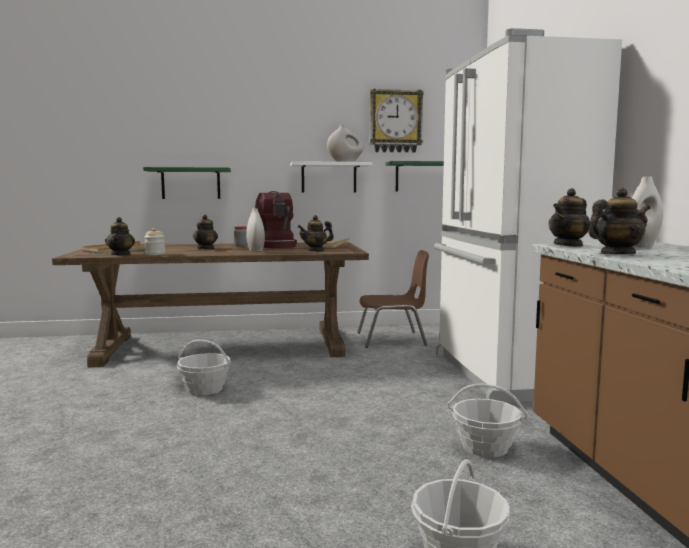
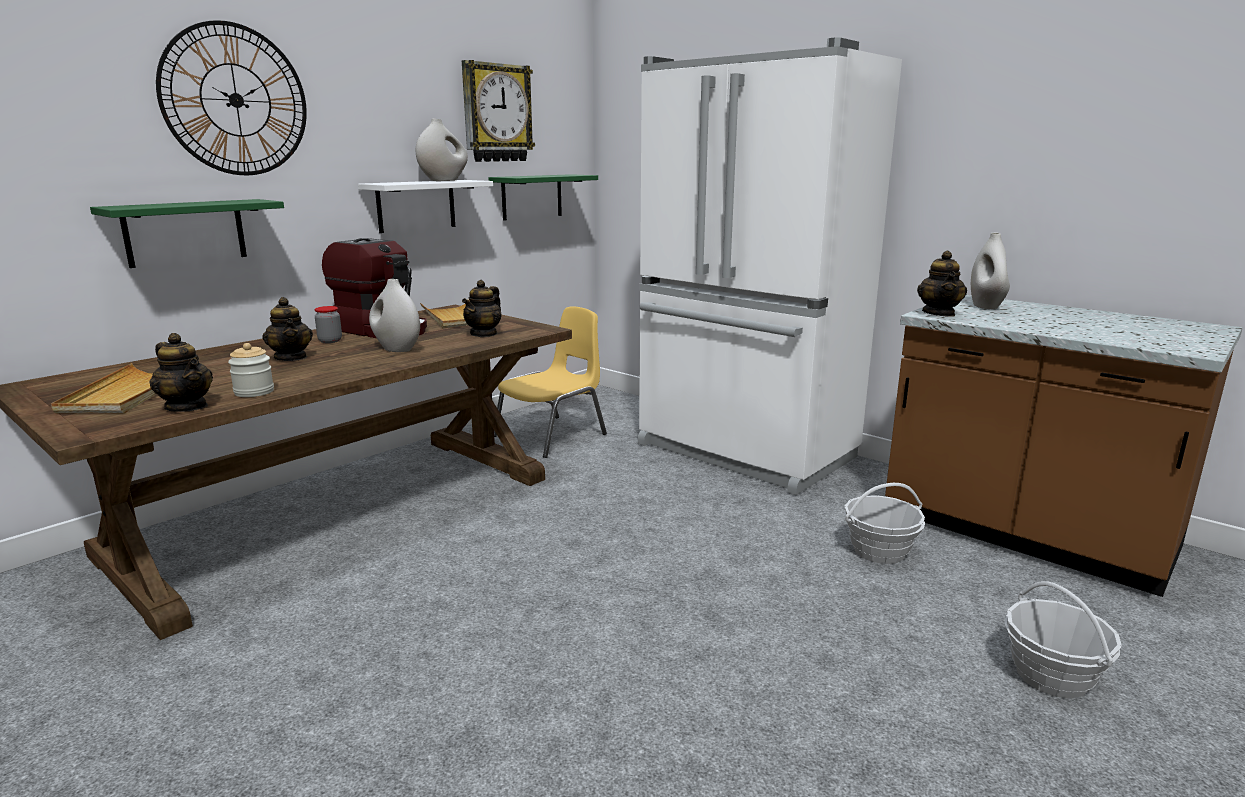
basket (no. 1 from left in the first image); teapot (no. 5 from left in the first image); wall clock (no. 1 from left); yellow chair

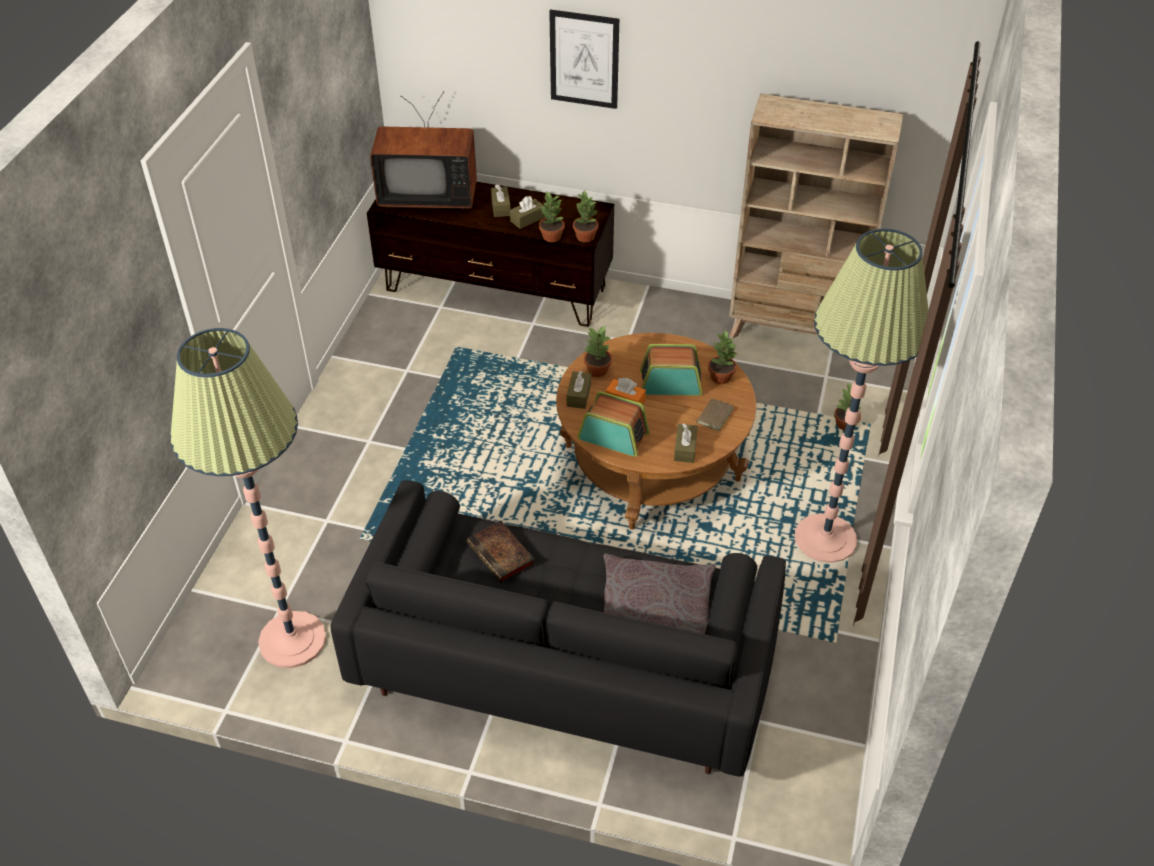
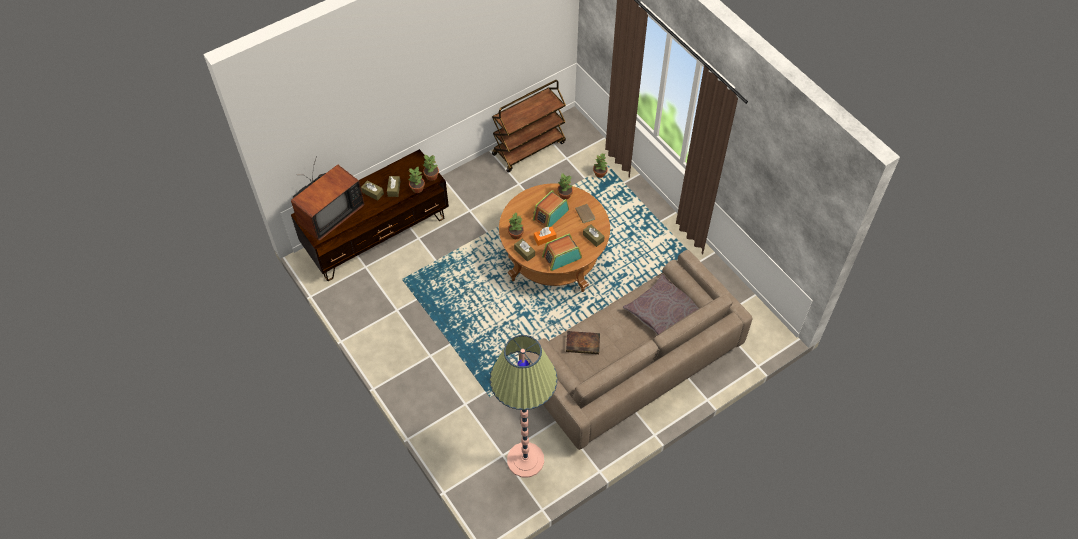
picture; floor lamp (no. 2 from left in the first image); brown cart; beige sofa

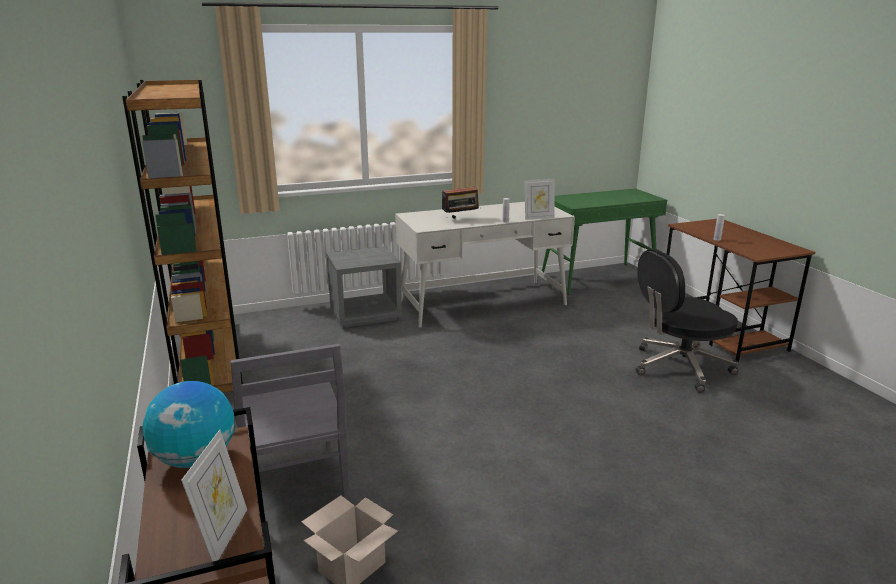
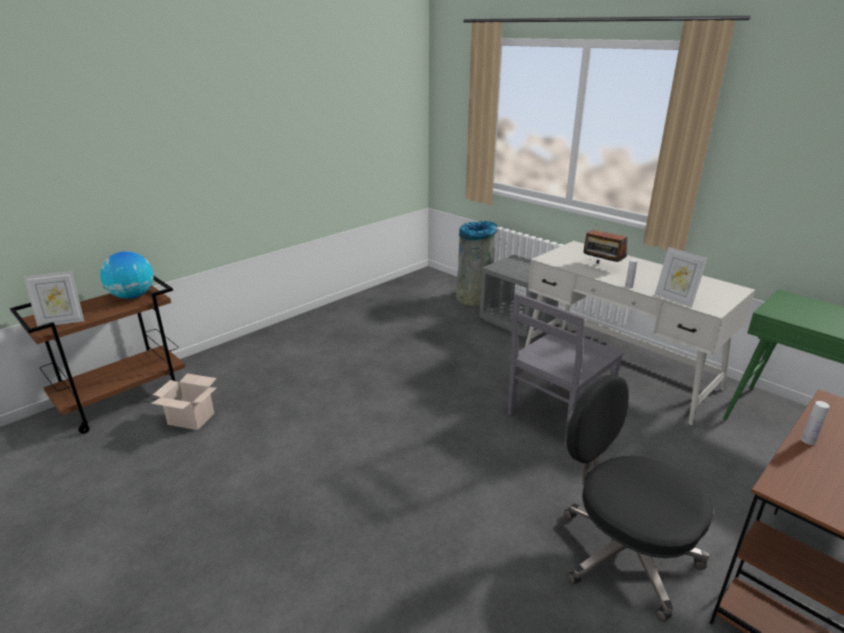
brown bookcase; grey trash can; grey chair

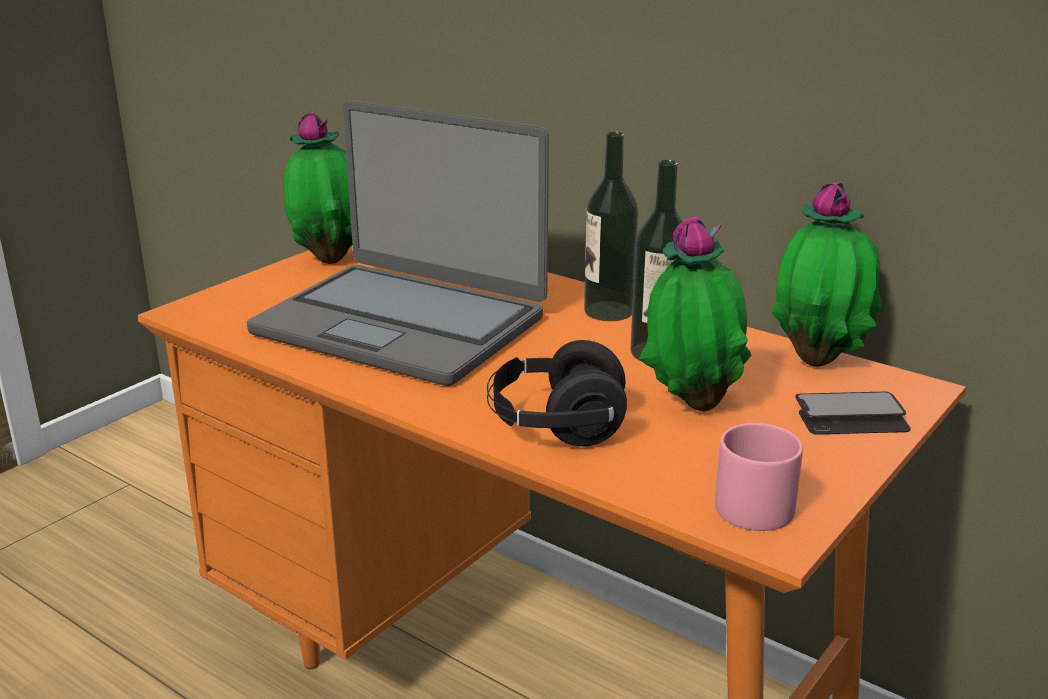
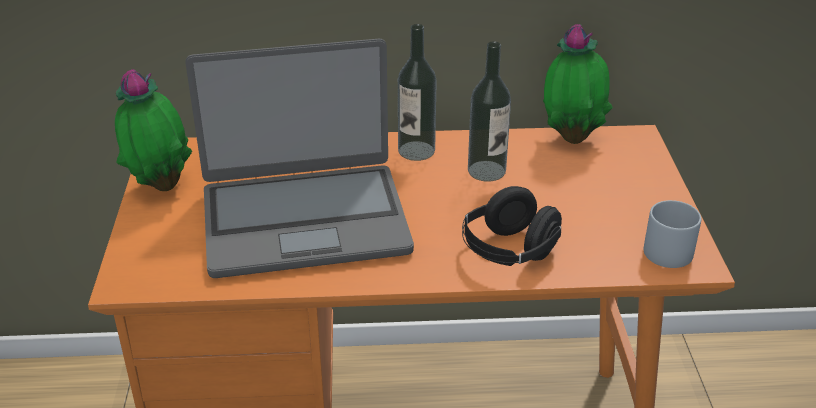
potted plant (no. 2 from left in the first image); phone; grey mug

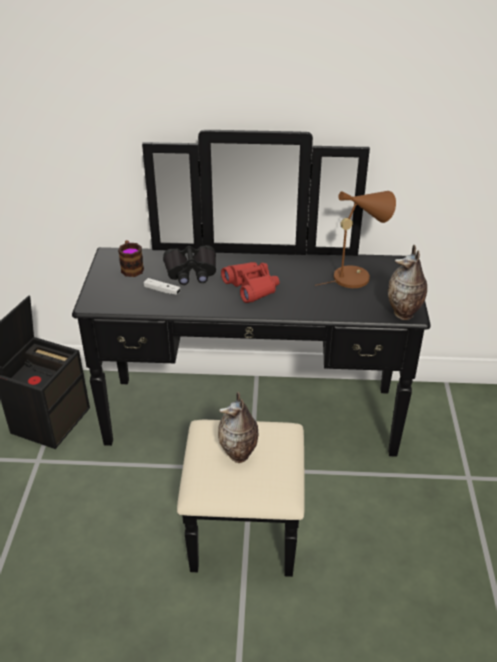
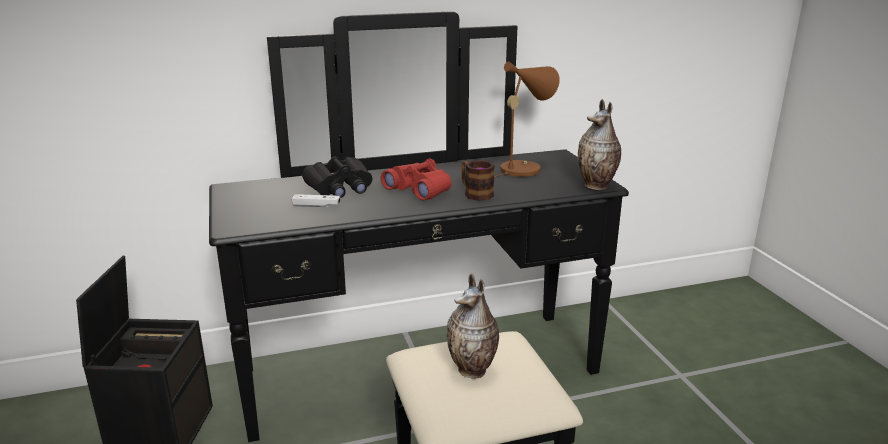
mug

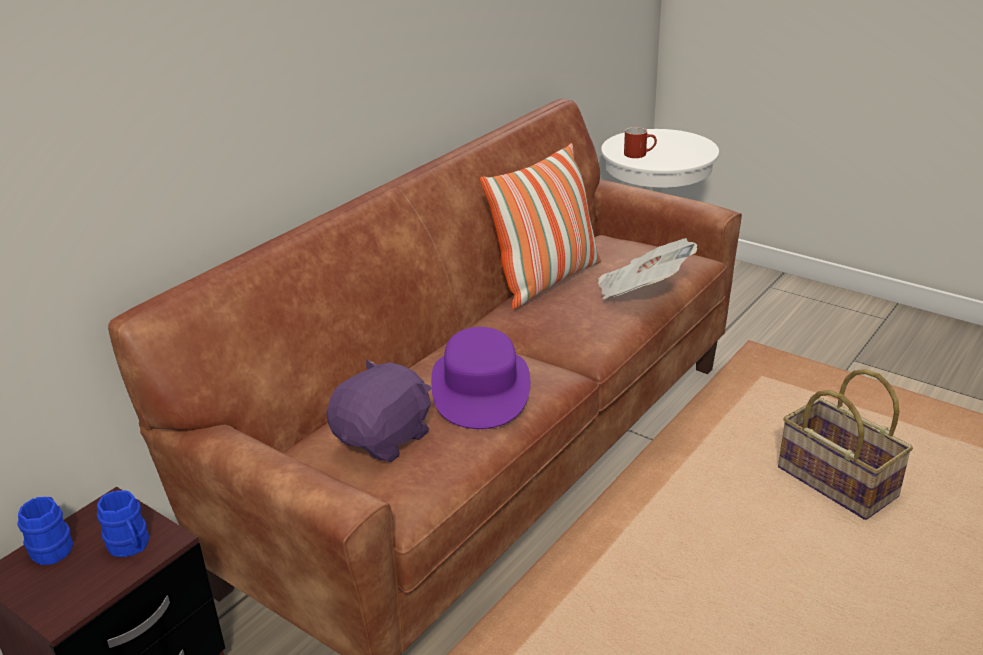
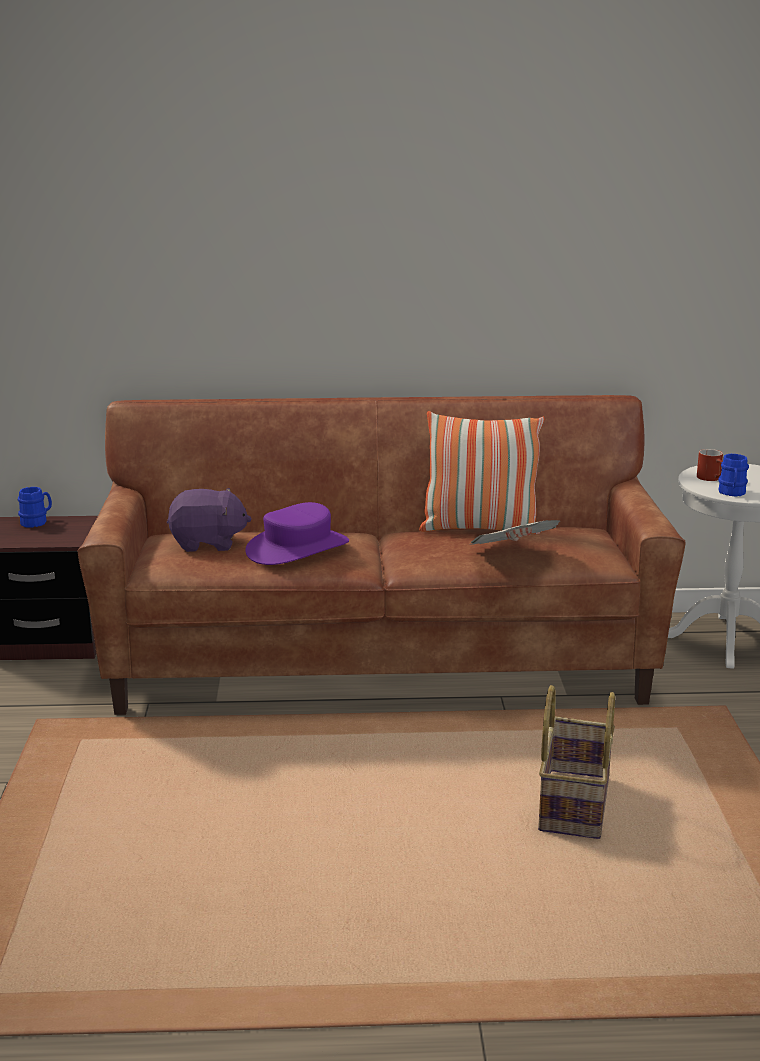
blue mug (no. 2 from left)

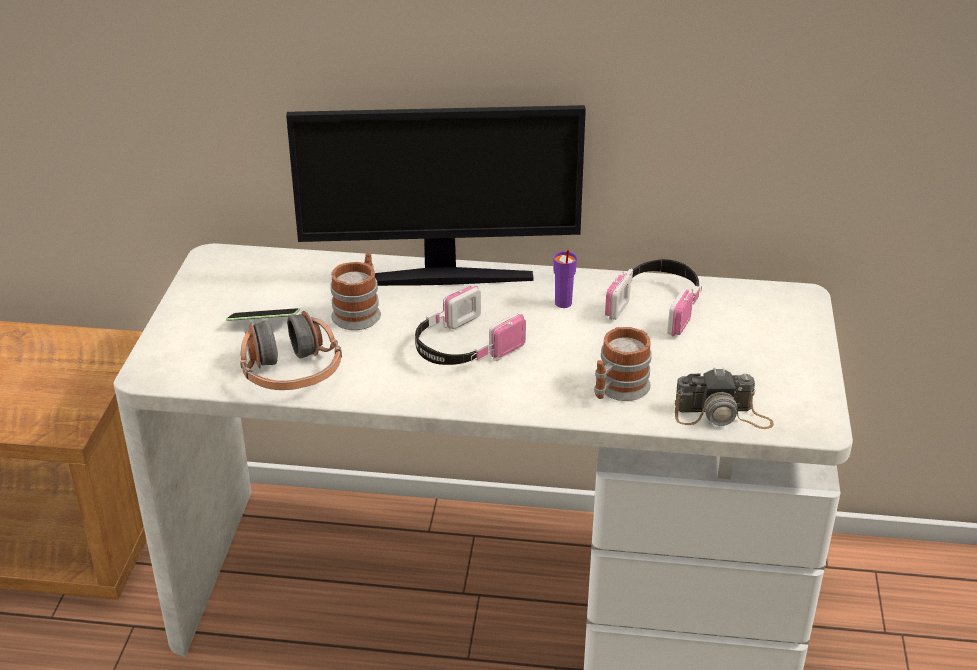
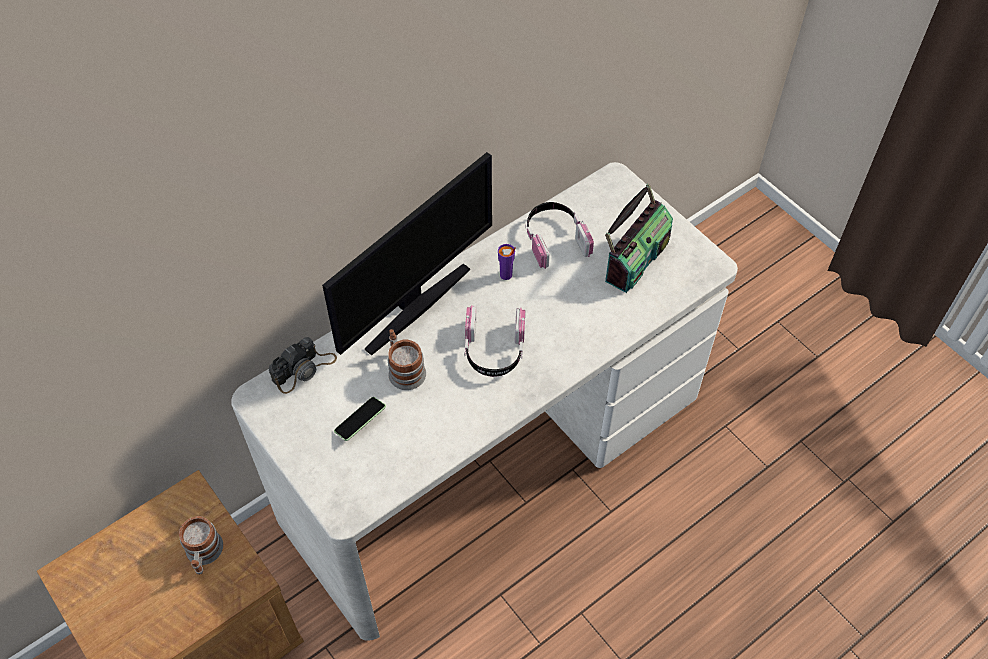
headphones (no. 1 from left in the first image); radio; mug (no. 1 from left); photo camera

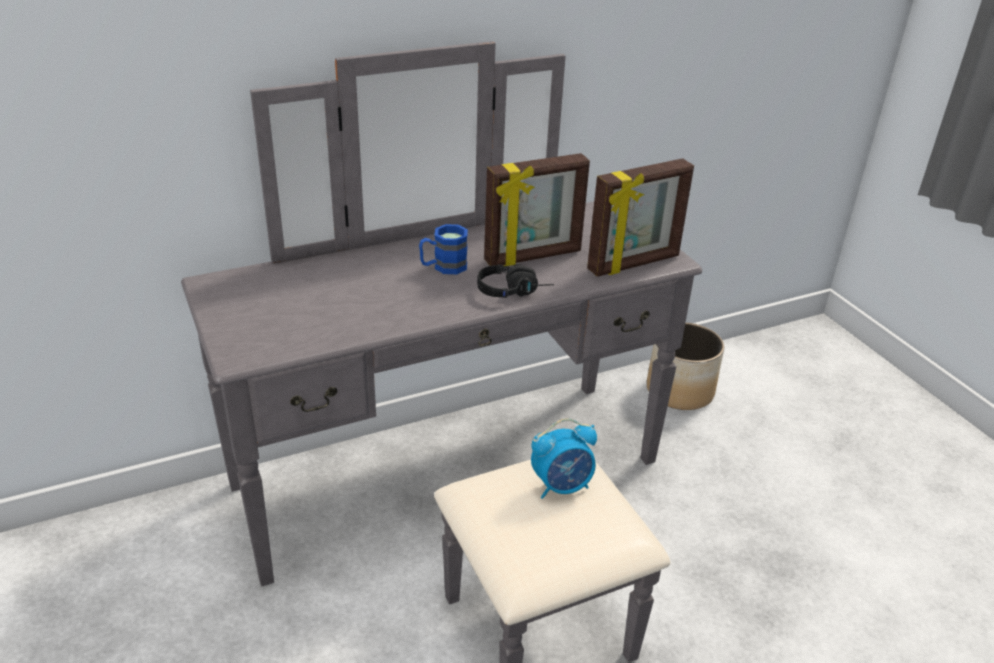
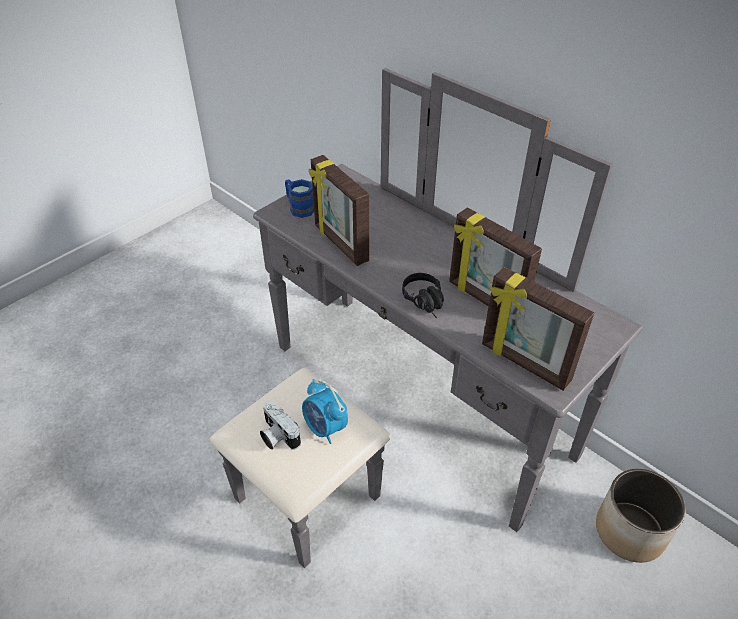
photo camera; picture frame (no. 1 from left); blue mug

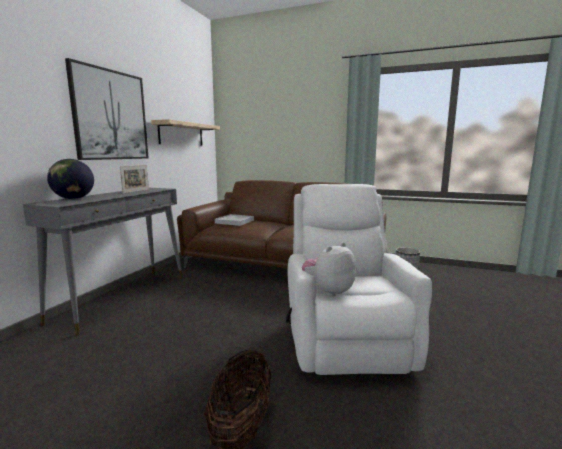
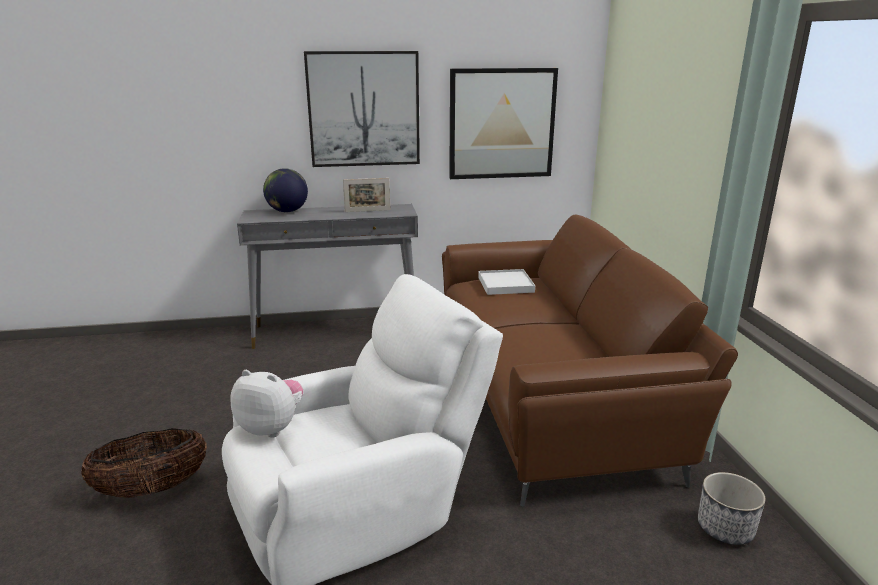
picture (no. 2 from left)

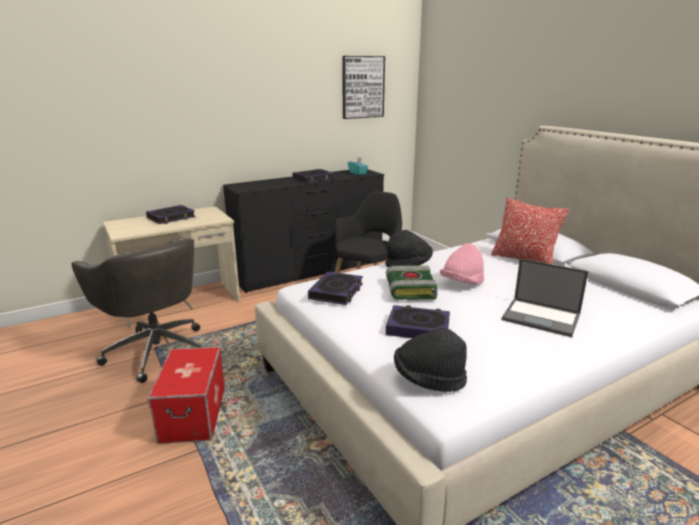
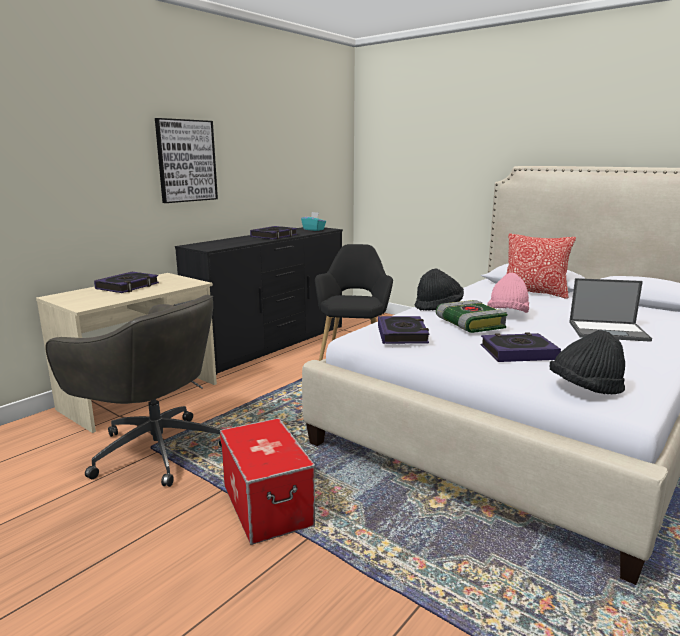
picture

